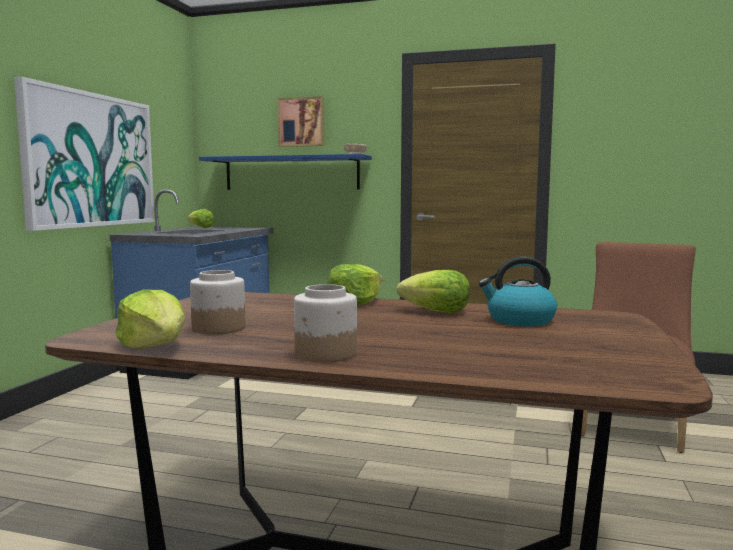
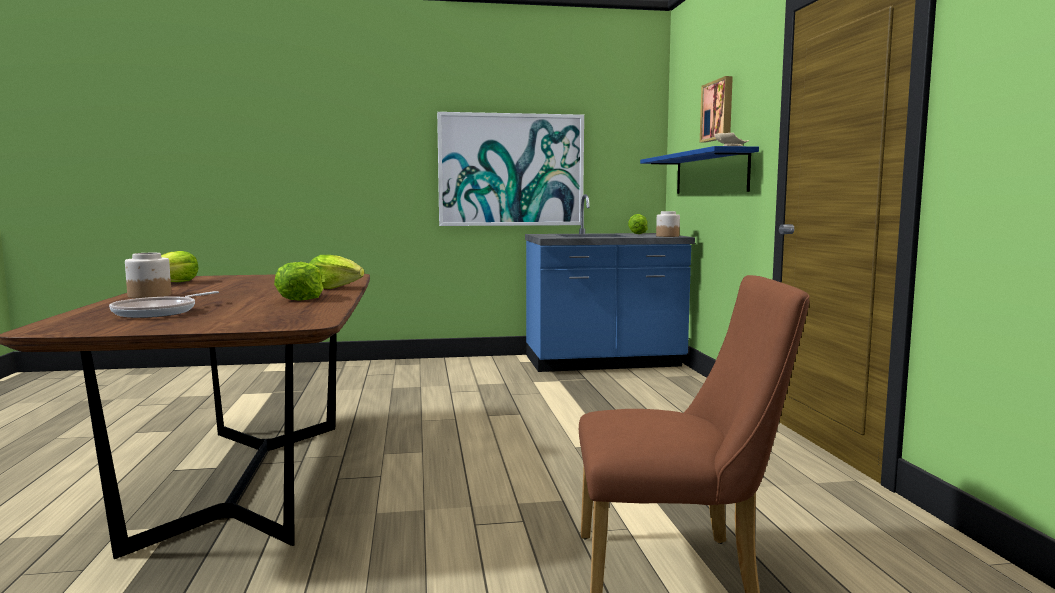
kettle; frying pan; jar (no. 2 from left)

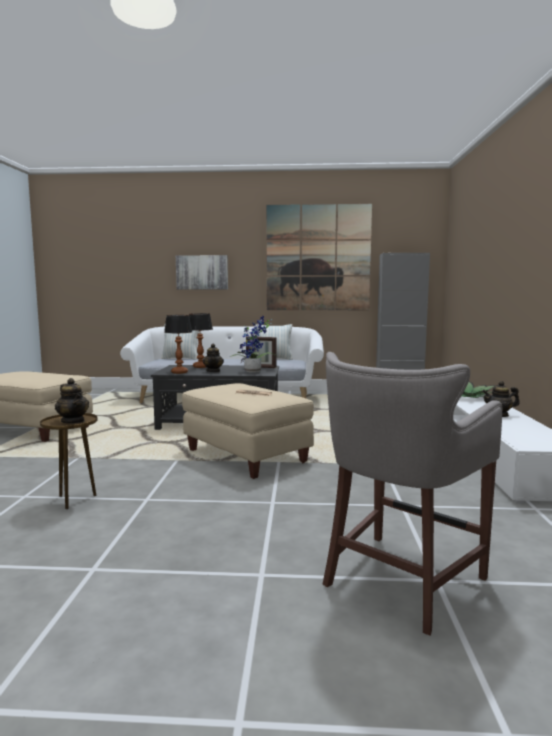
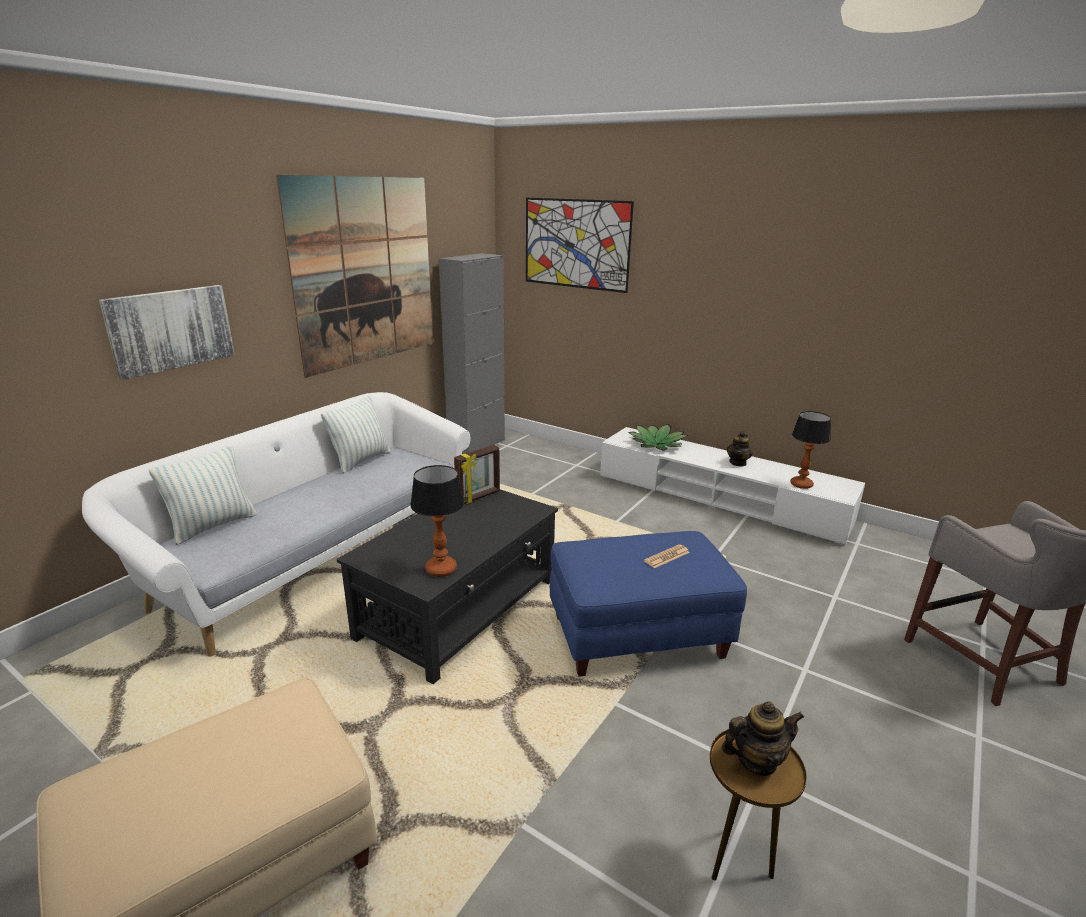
teapot (no. 2 from left in the first image); potted plant (no. 1 from left in the first image); picture (no. 3 from left); table lamp (no. 2 from left); blue ottoman

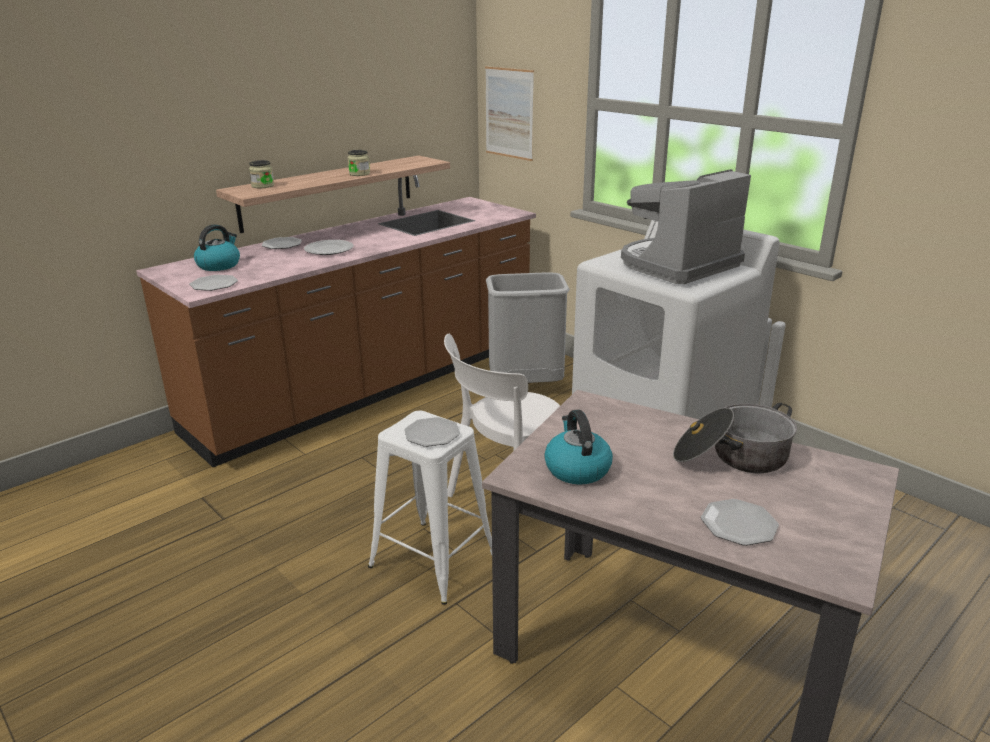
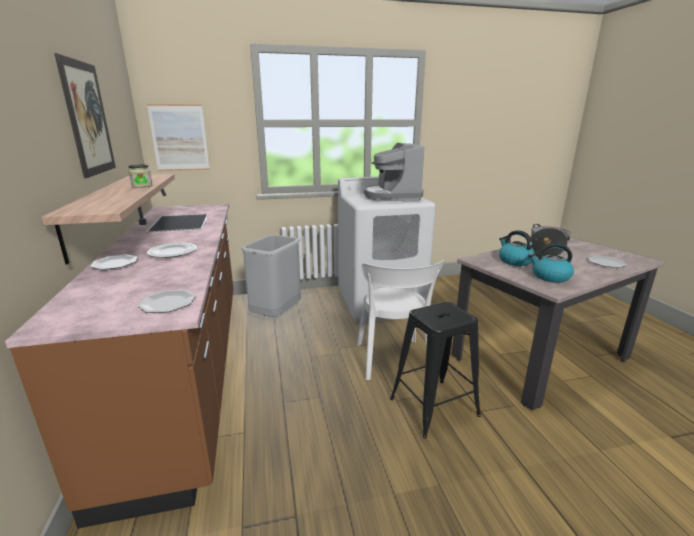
jar (no. 1 from left in the first image); plate (no. 4 from left in the first image); picture (no. 1 from left); kettle (no. 1 from left); black stool

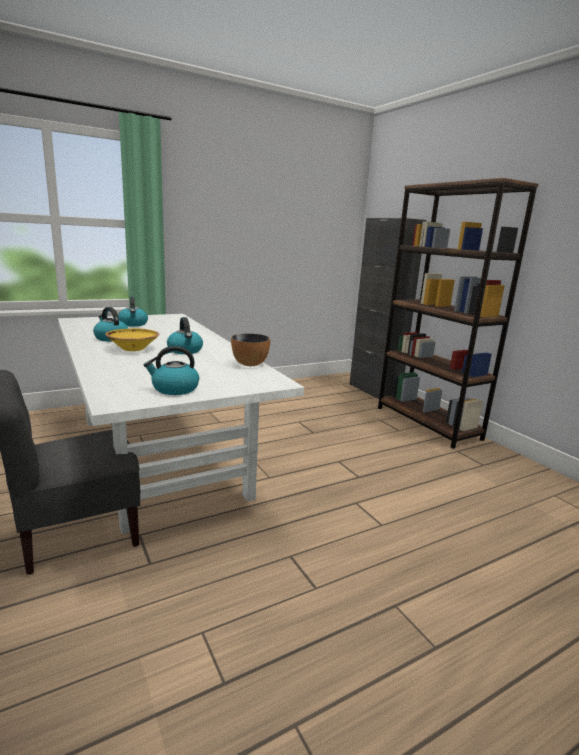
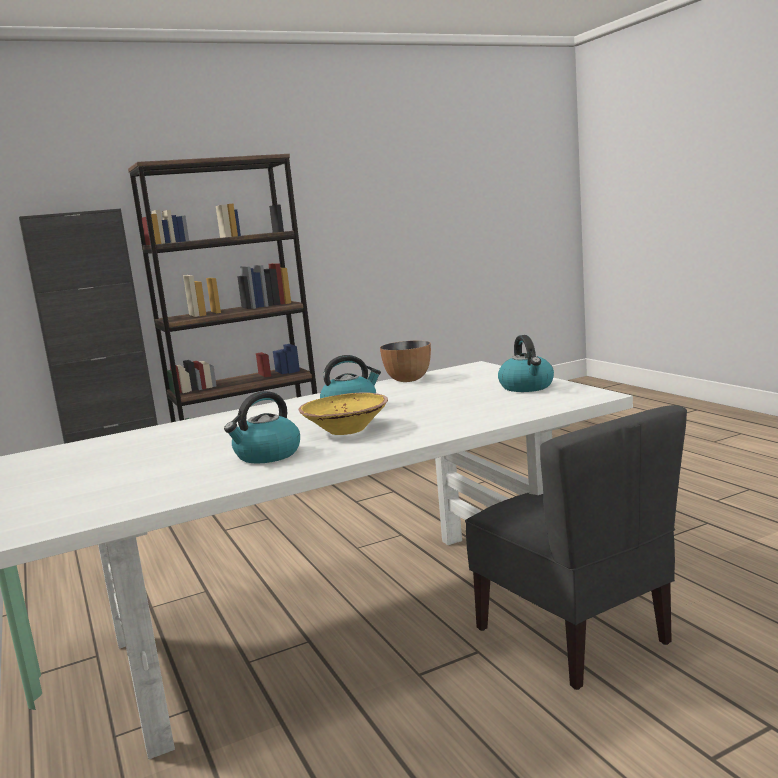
kettle (no. 2 from left in the first image)

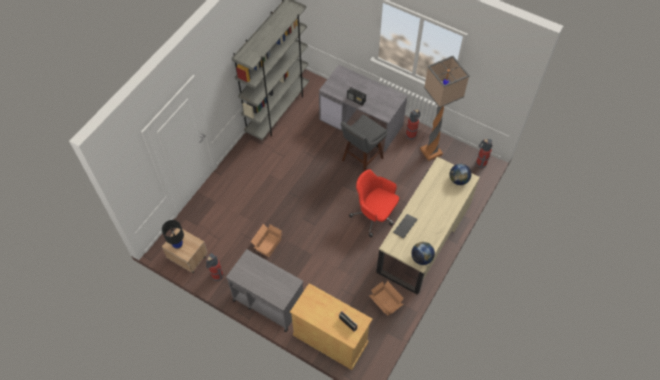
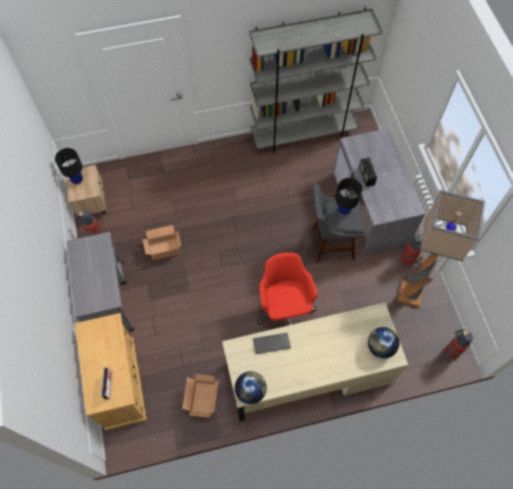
black table lamp (no. 2 from left)

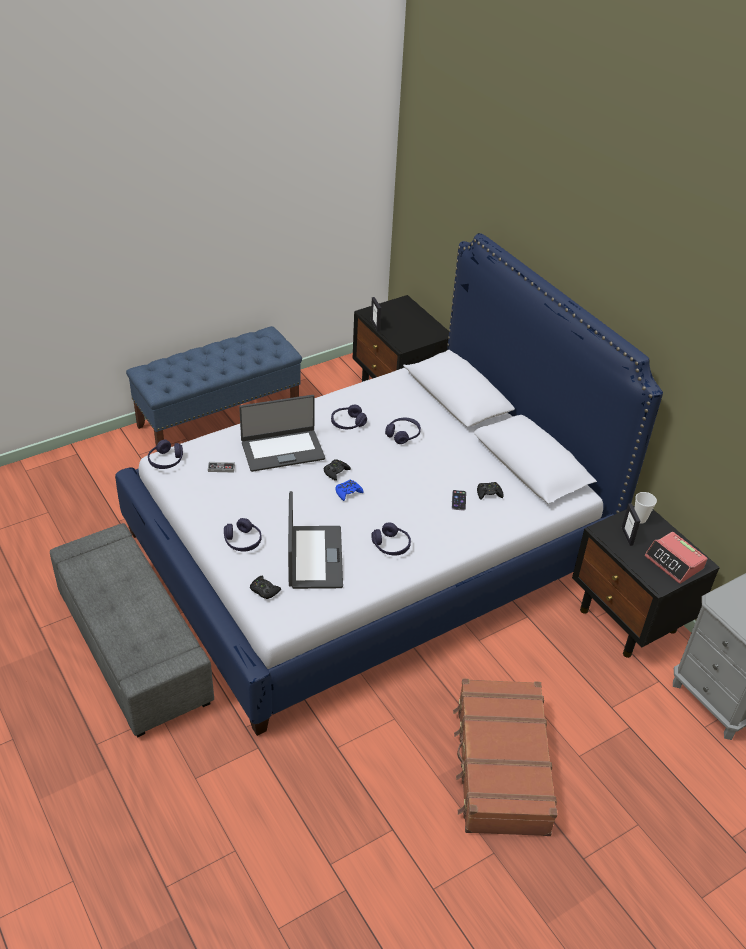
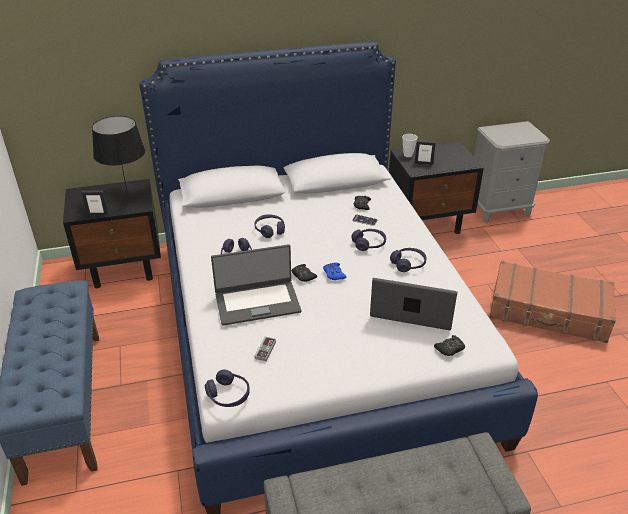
alarm clock; black table lamp; purple headphones (no. 4 from left); laptop (no. 1 from left)

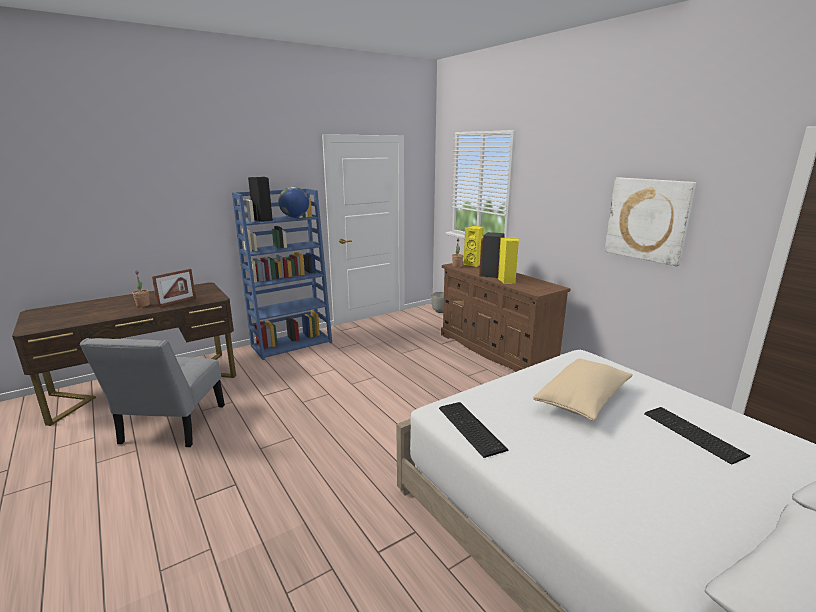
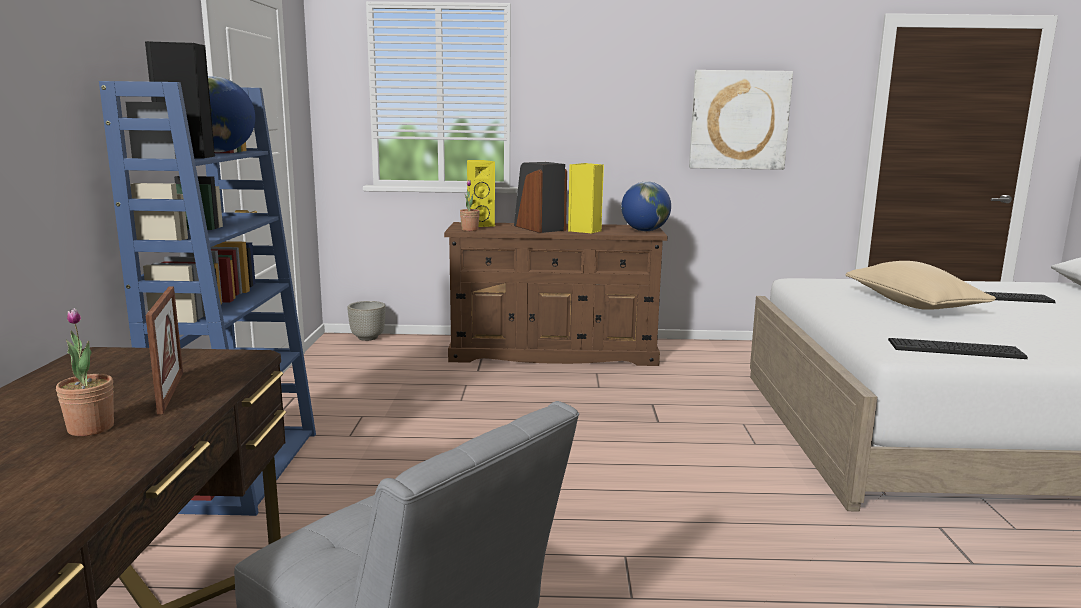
globe (no. 2 from left)

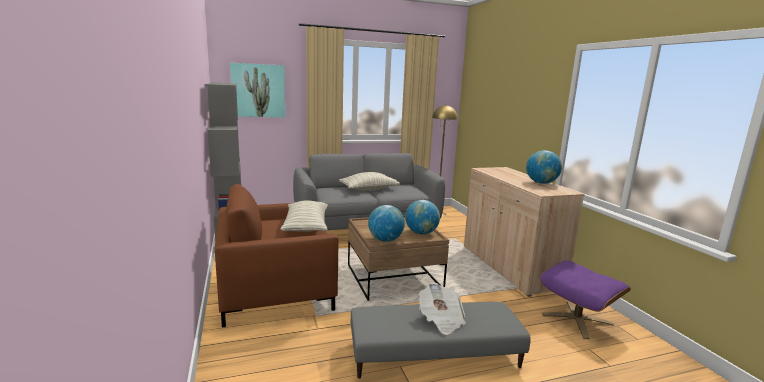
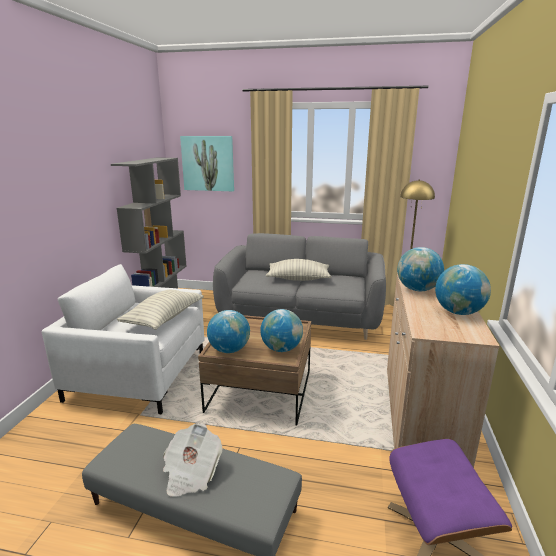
globe (no. 3 from left); white armchair

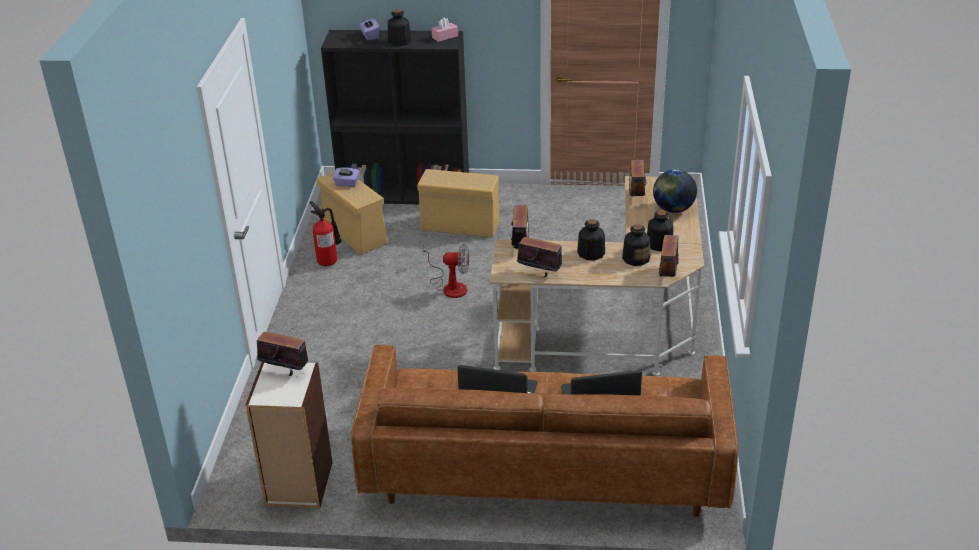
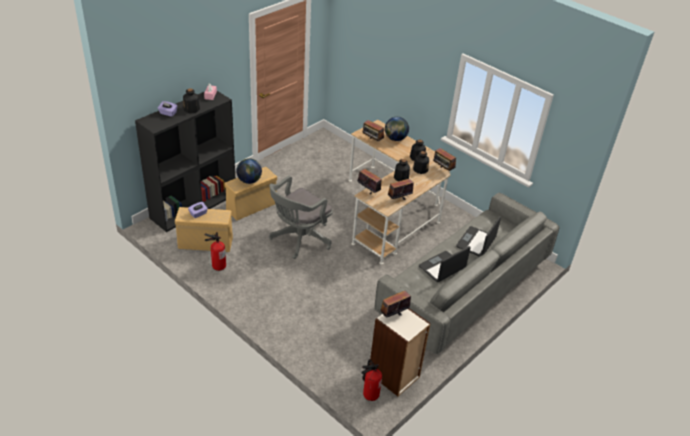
globe (no. 1 from left); fire extinguisher (no. 2 from left); grey office chair; grey sofa

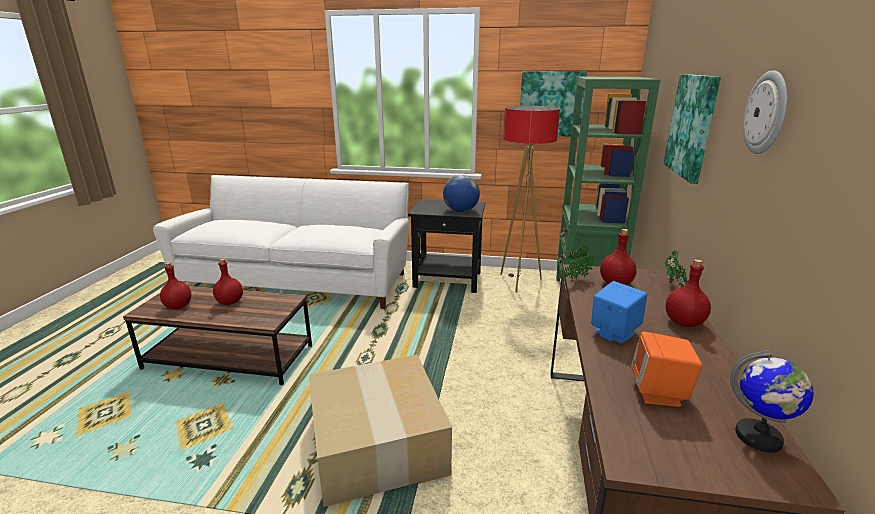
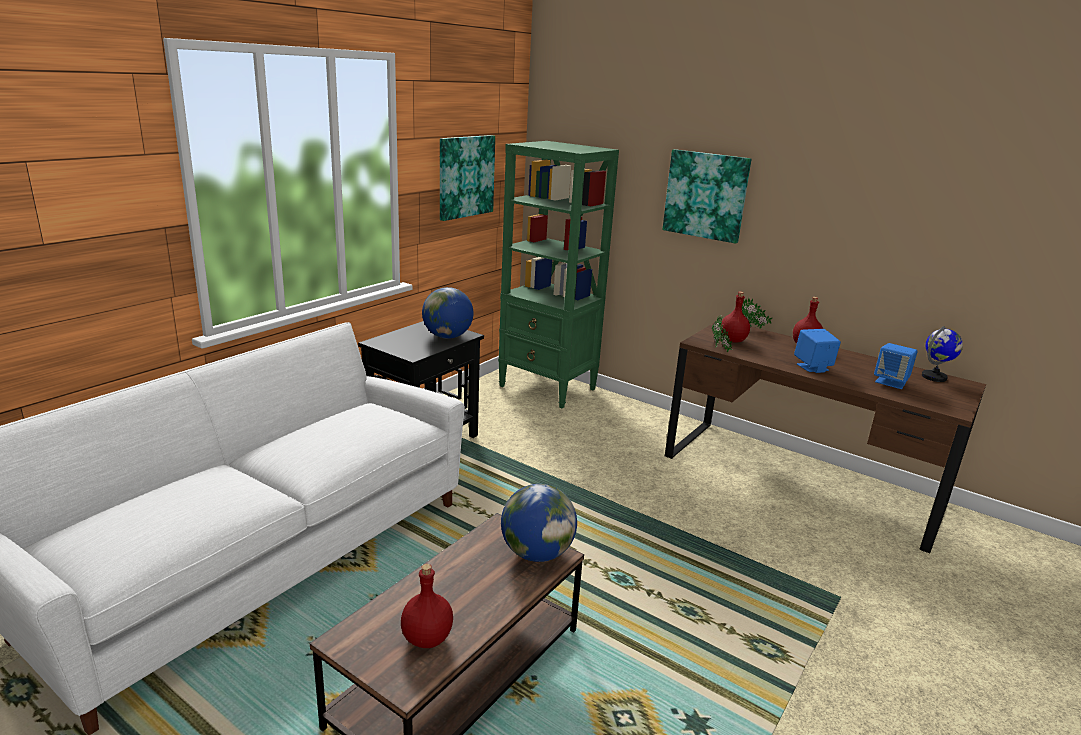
red bottle (no. 2 from left in the first image); cardboard box; floor lamp; wall clock; globe (no. 2 from left); blue speaker (no. 2 from left)

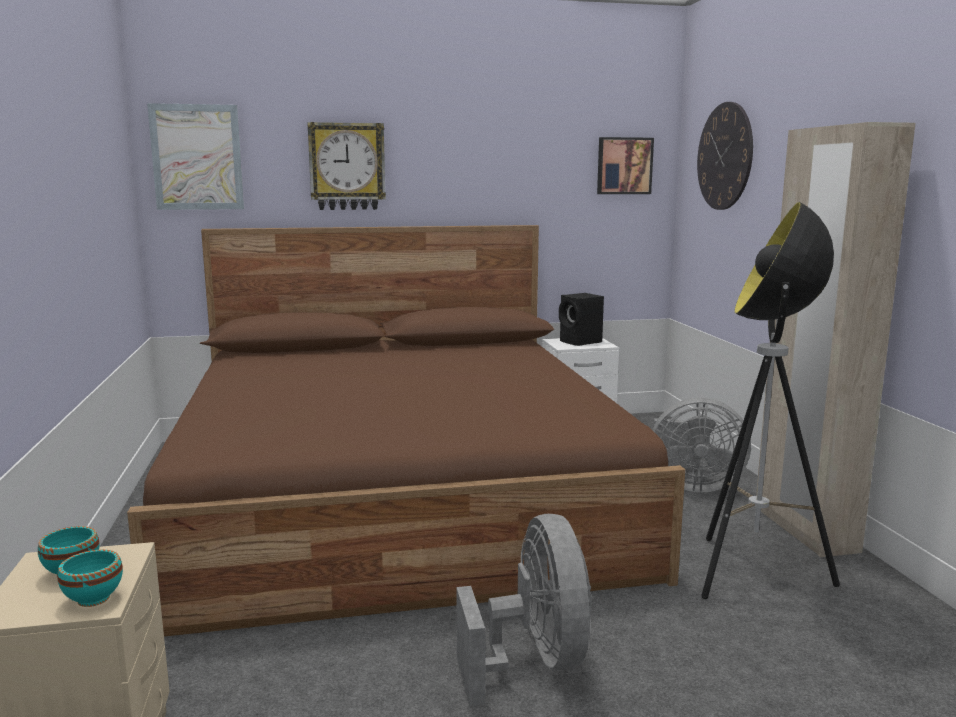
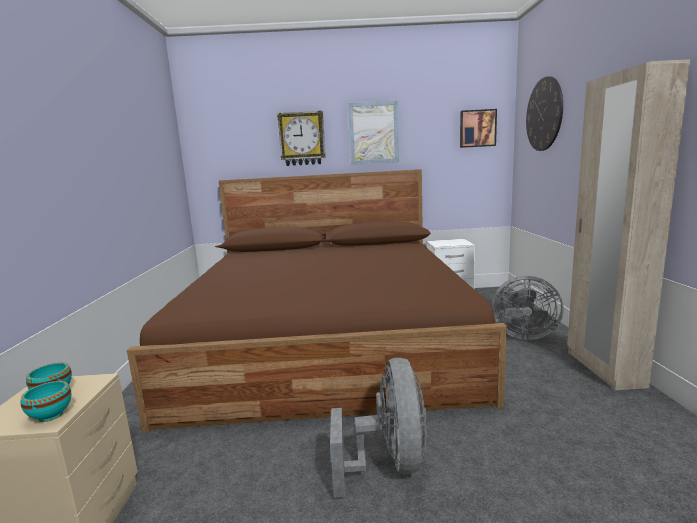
black speaker; floor lamp; picture (no. 1 from left)

